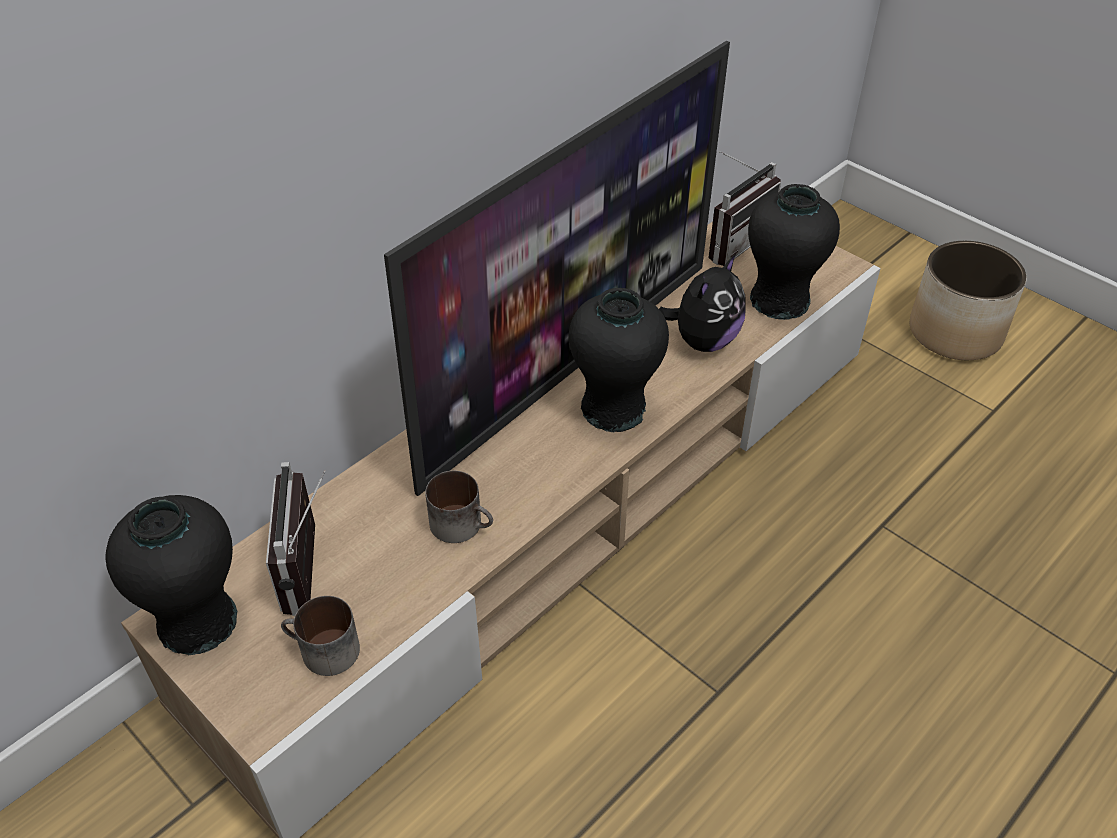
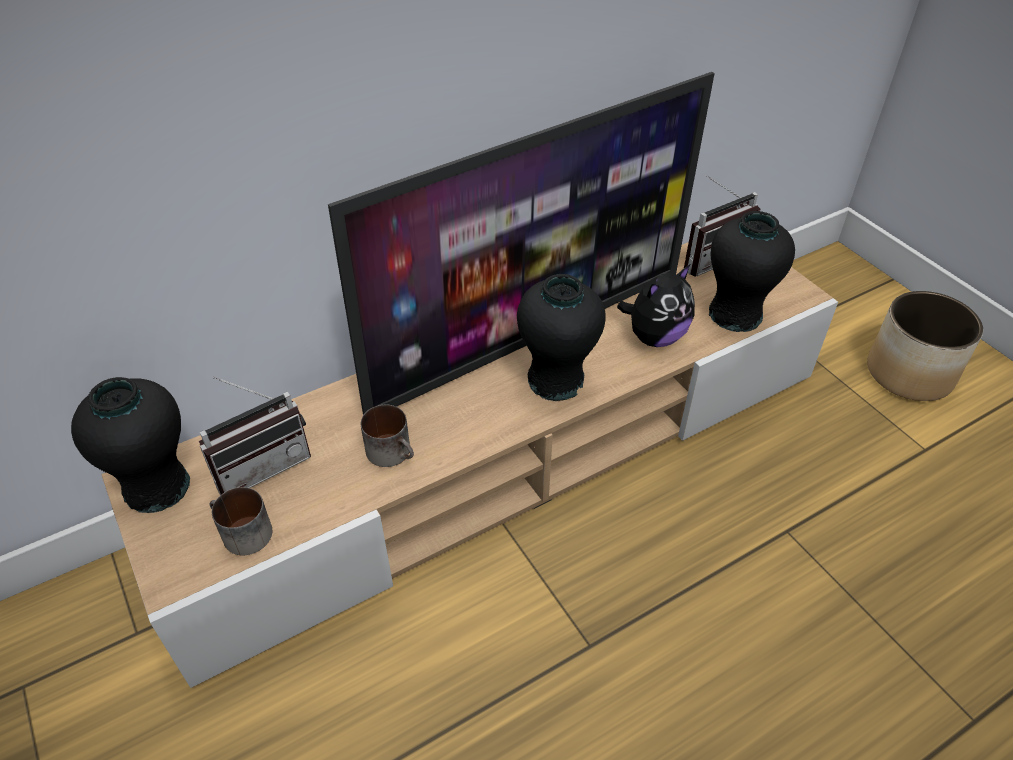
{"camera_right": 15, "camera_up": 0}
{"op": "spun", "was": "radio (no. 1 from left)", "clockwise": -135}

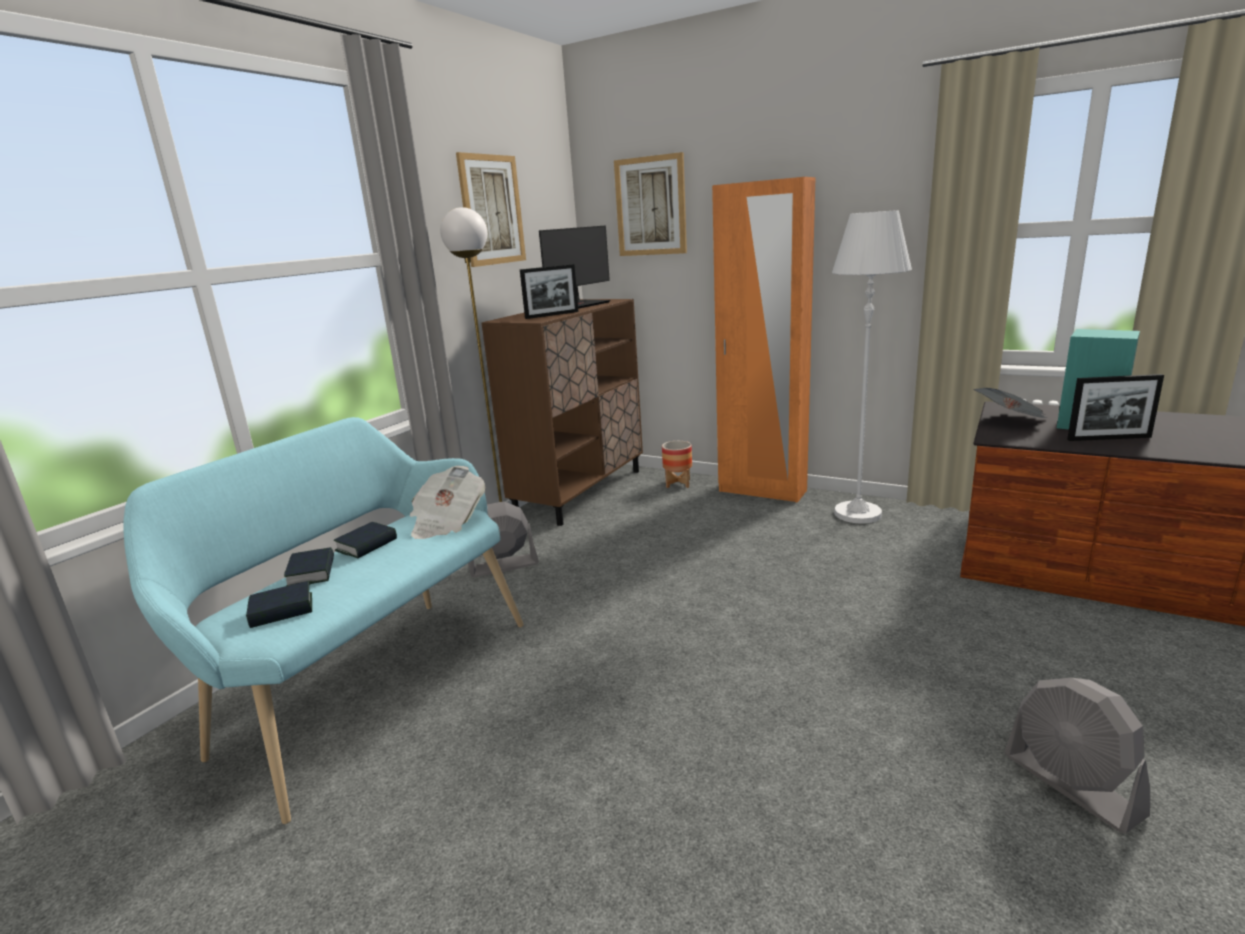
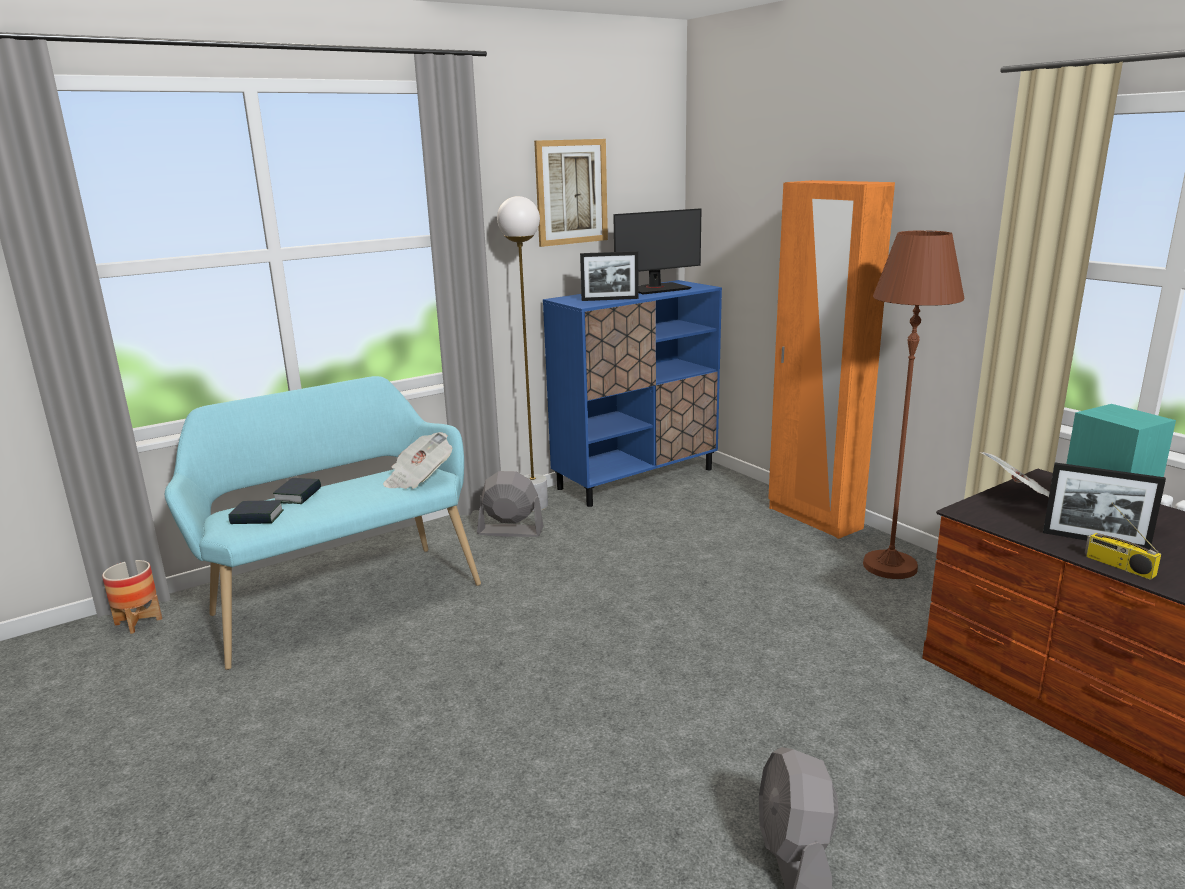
{"camera_right": 25, "camera_up": 0}
{"op": "missing", "was": "livre (no. 3 from left)"}
{"op": "missing", "was": "tableau (no. 2 from left)"}
{"op": "appeared", "now": "radio"}
{"op": "relocated", "was": "cache-pot"}
{"op": "colour", "was": "meuble de rangement [marron]", "now": "meuble de rangement [bleu]"}
{"op": "colour", "was": "lampadaire [blanc] (no. 2 from left)", "now": "lampadaire [marron]"}

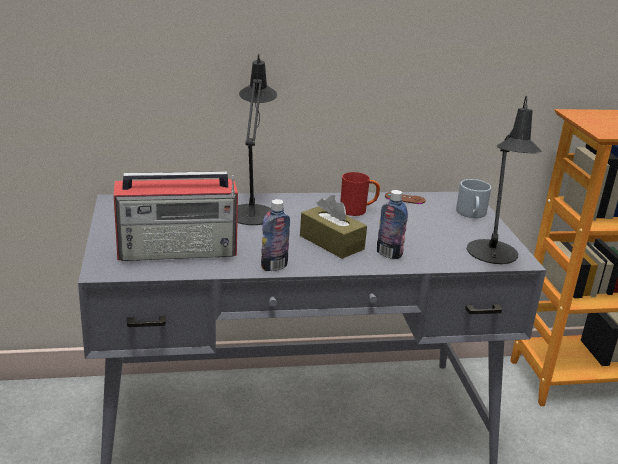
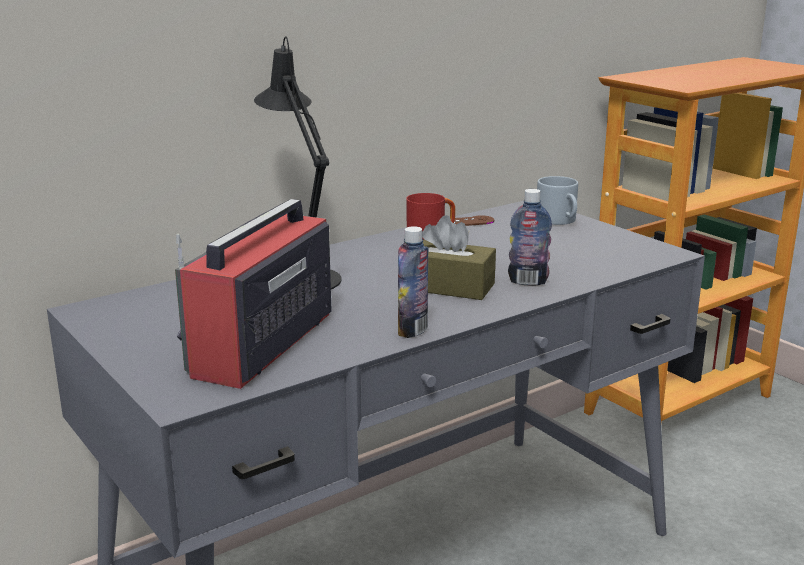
{"camera_right": -25, "camera_up": -5}
{"op": "missing", "was": "lampe de table [noir] (no. 2 from left)"}
{"op": "spun", "was": "radio", "clockwise": 150}

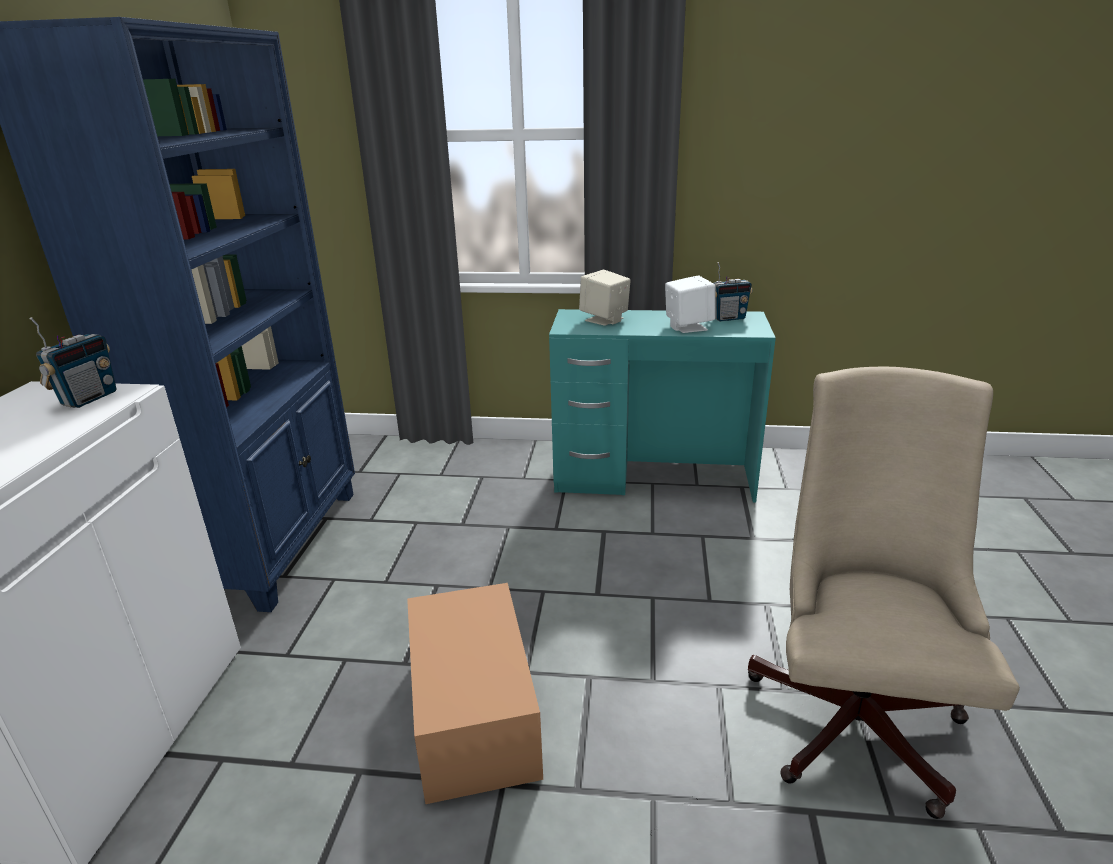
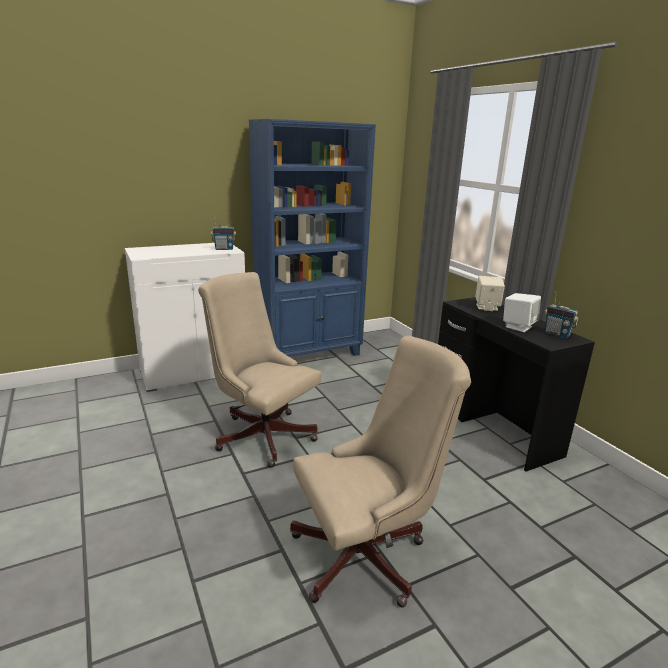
{"camera_right": 55, "camera_up": -5}
{"op": "exchanged", "was": "carton", "now": "chaise de bureau [beige] (no. 1 from left)"}
{"op": "colour", "was": "bureau [turquoise]", "now": "bureau [noir]"}

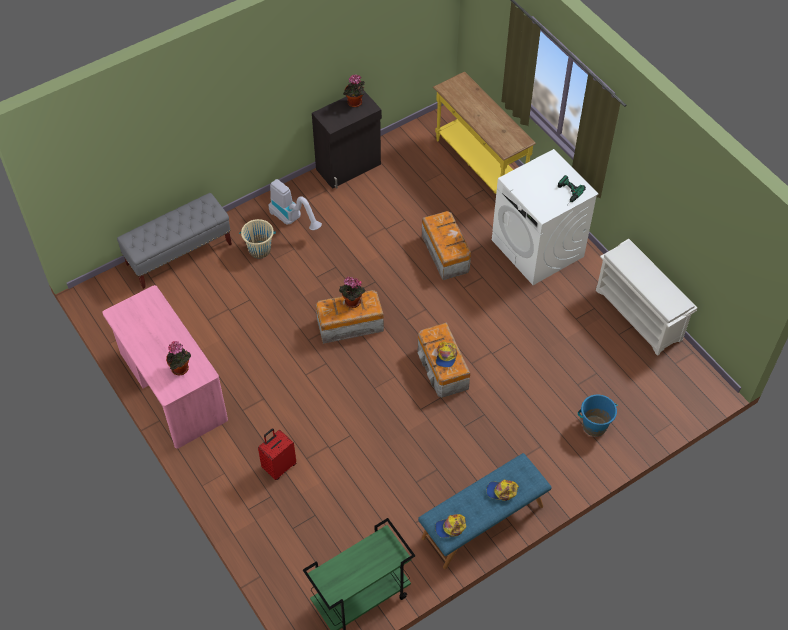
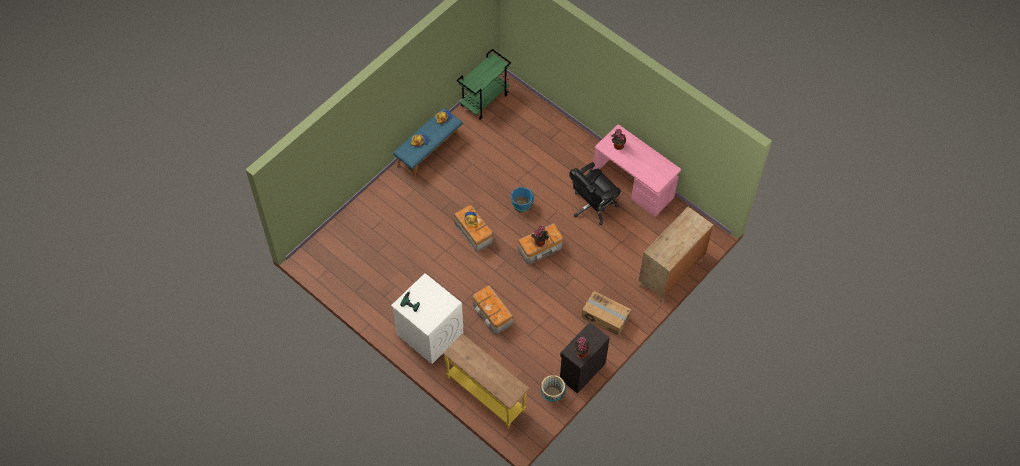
{"camera_right": 165, "camera_up": 5}
{"op": "missing", "was": "valise [rouge]"}
{"op": "missing", "was": "étagère à chaussures [blanc]"}
{"op": "appeared", "now": "chaise de bureau [noir]"}
{"op": "relocated", "was": "seau [beige]"}
{"op": "relocated", "was": "seau [bleu]"}
{"op": "exchanged", "was": "banc [gris]", "now": "commode [marron]"}
{"op": "exchanged", "was": "aspirateur", "now": "carton"}

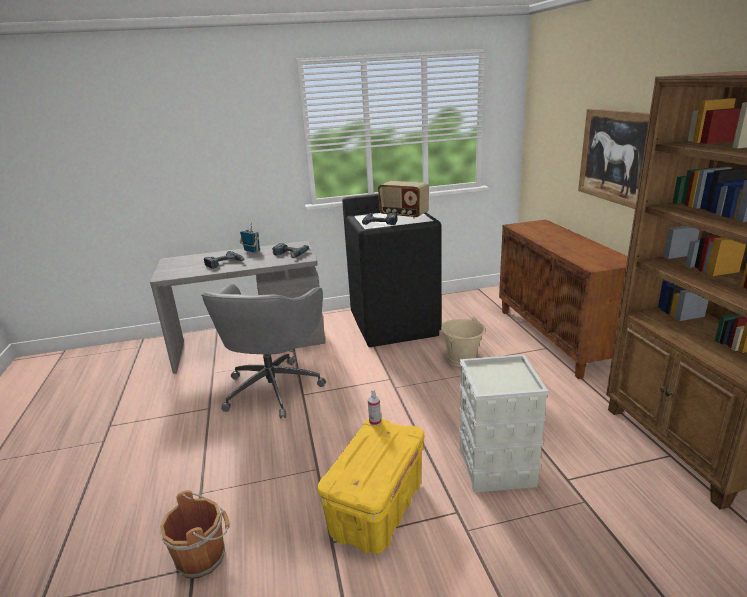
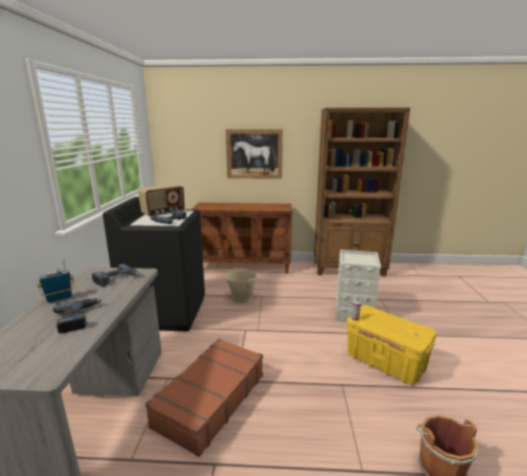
{"camera_right": -75, "camera_up": -5}
{"op": "exchanged", "was": "chaise de bureau [gris]", "now": "valise [marron]"}

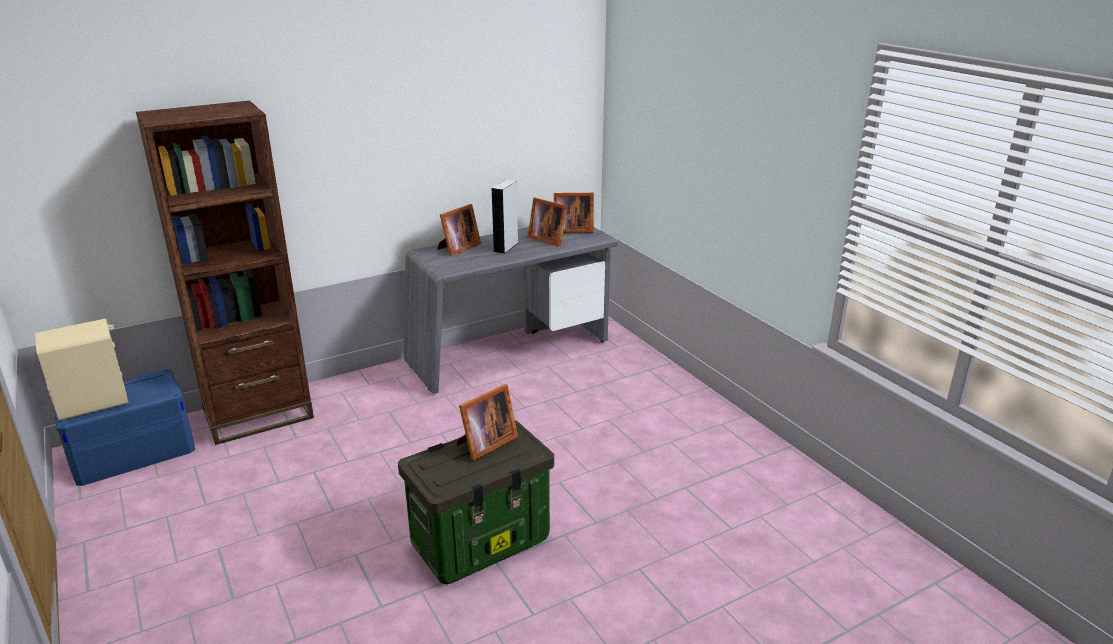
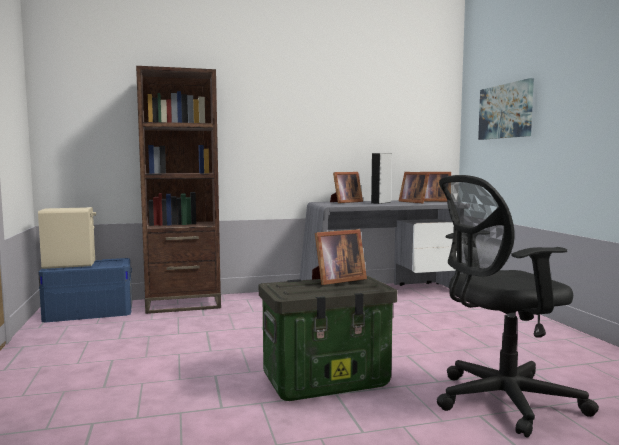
{"camera_right": 15, "camera_up": -20}
{"op": "appeared", "now": "chaise de bureau [noir]"}
{"op": "appeared", "now": "tableau"}

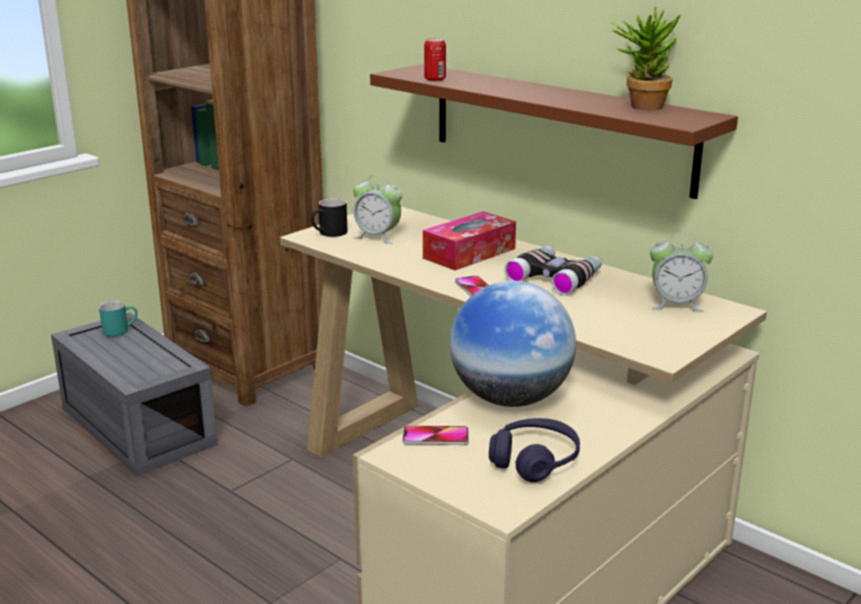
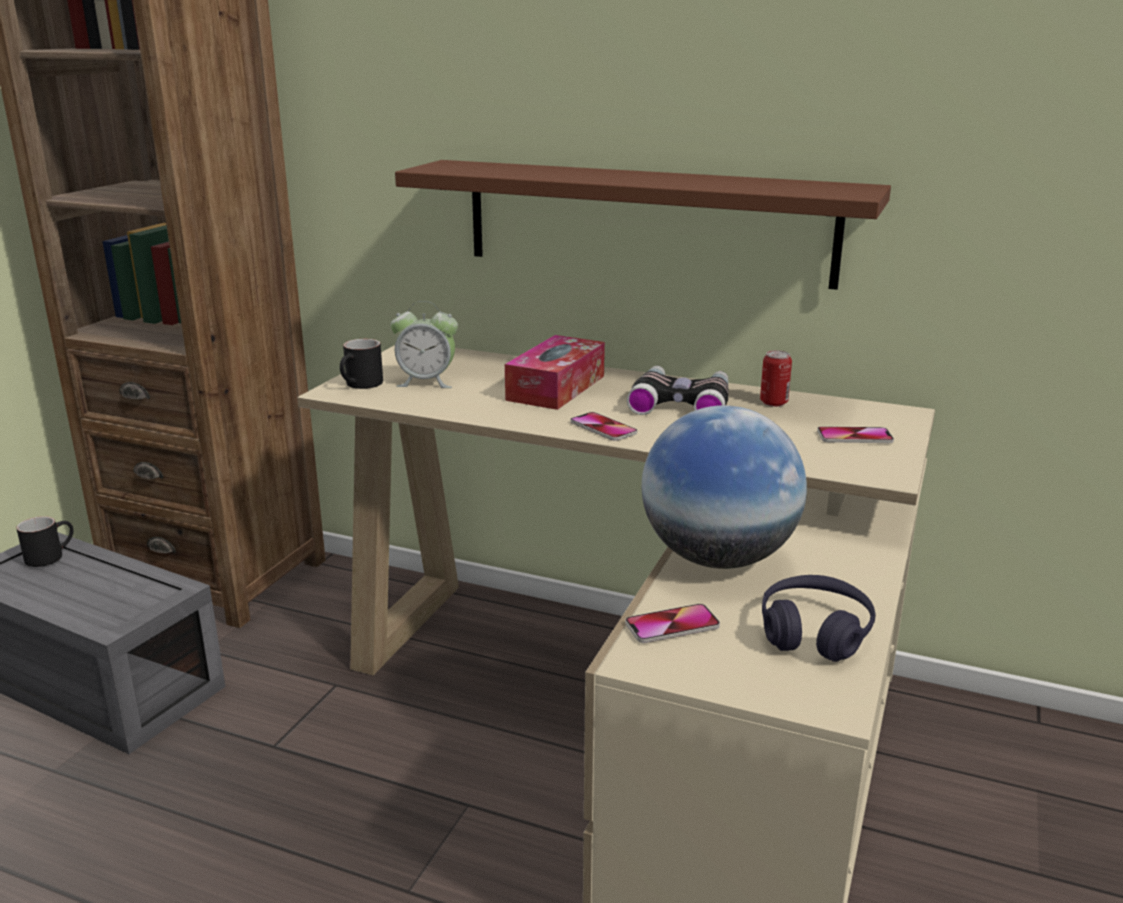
{"camera_right": -20, "camera_up": 0}
{"op": "missing", "was": "plante en pot"}
{"op": "missing", "was": "réveil (no. 2 from left)"}
{"op": "appeared", "now": "téléphone (no. 3 from left)"}
{"op": "relocated", "was": "boîte métallique"}
{"op": "colour", "was": "mug [turquoise]", "now": "mug [noir] (no. 1 from left)"}

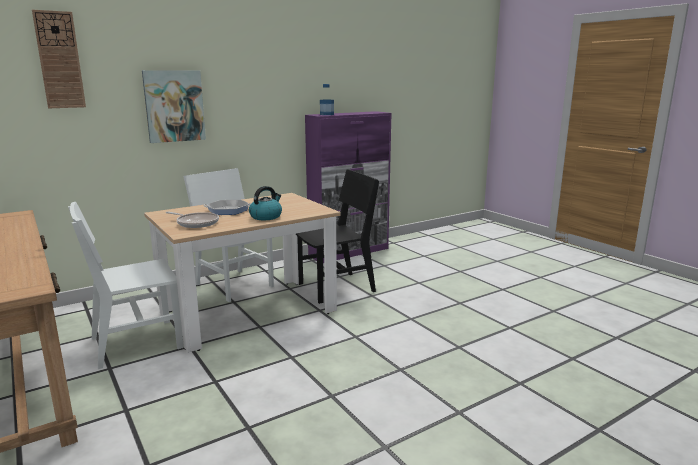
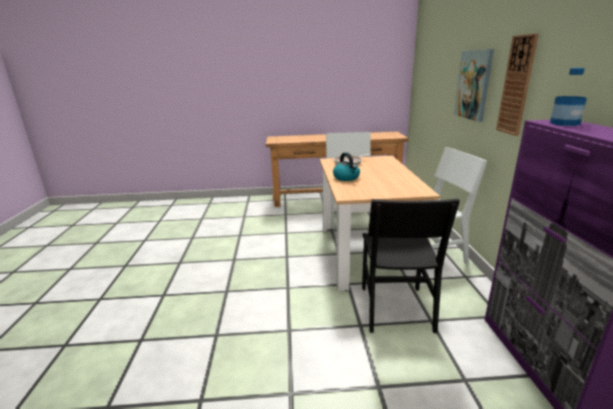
{"camera_right": 120, "camera_up": 5}
{"op": "missing", "was": "poêle (no. 2 from left)"}
{"op": "relocated", "was": "horloge murale"}

